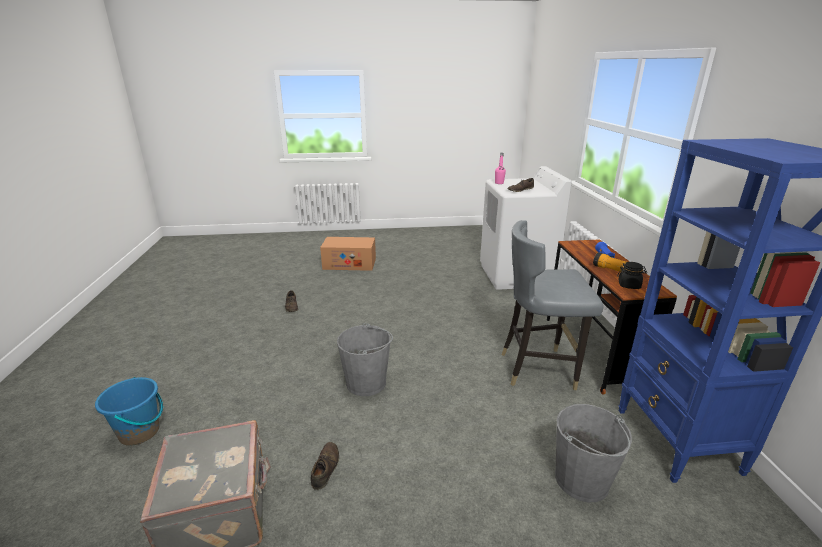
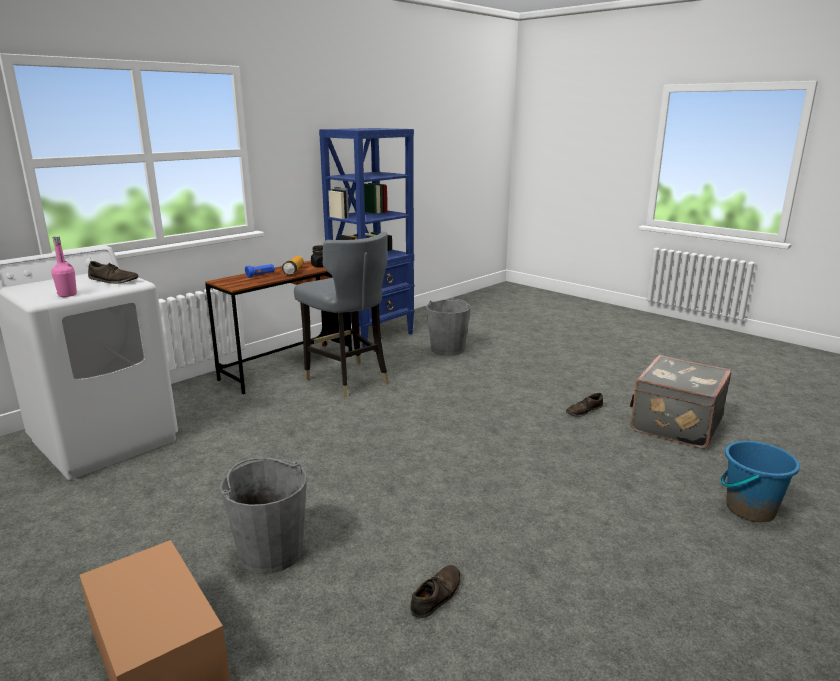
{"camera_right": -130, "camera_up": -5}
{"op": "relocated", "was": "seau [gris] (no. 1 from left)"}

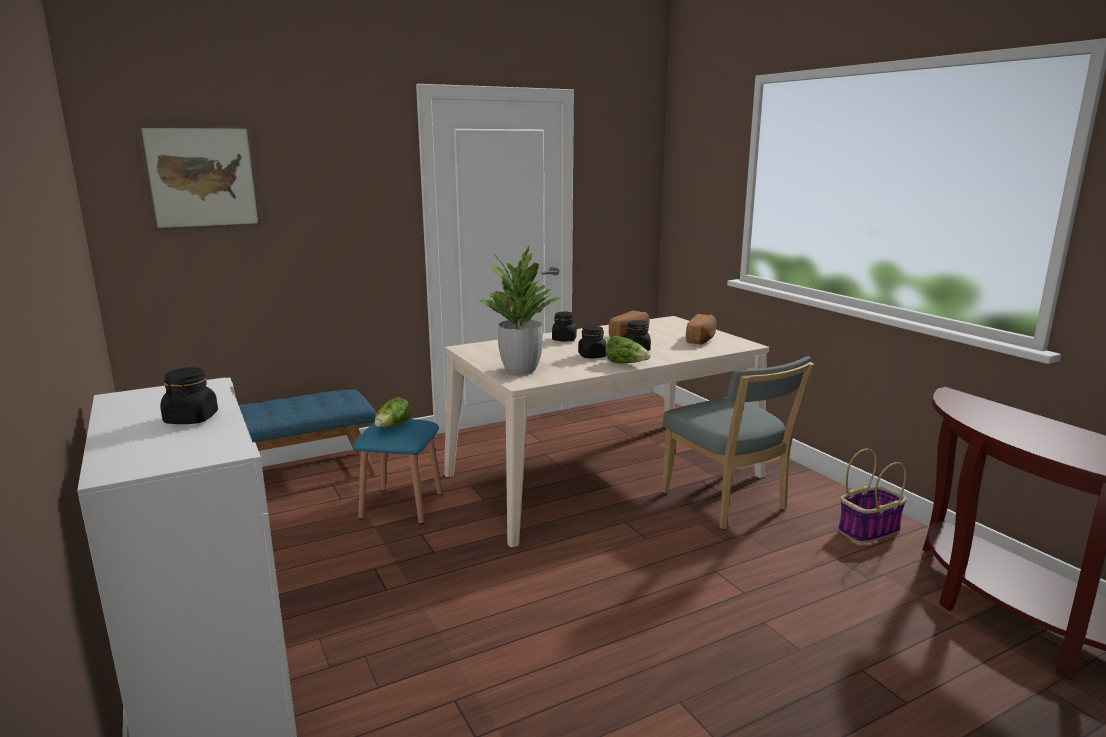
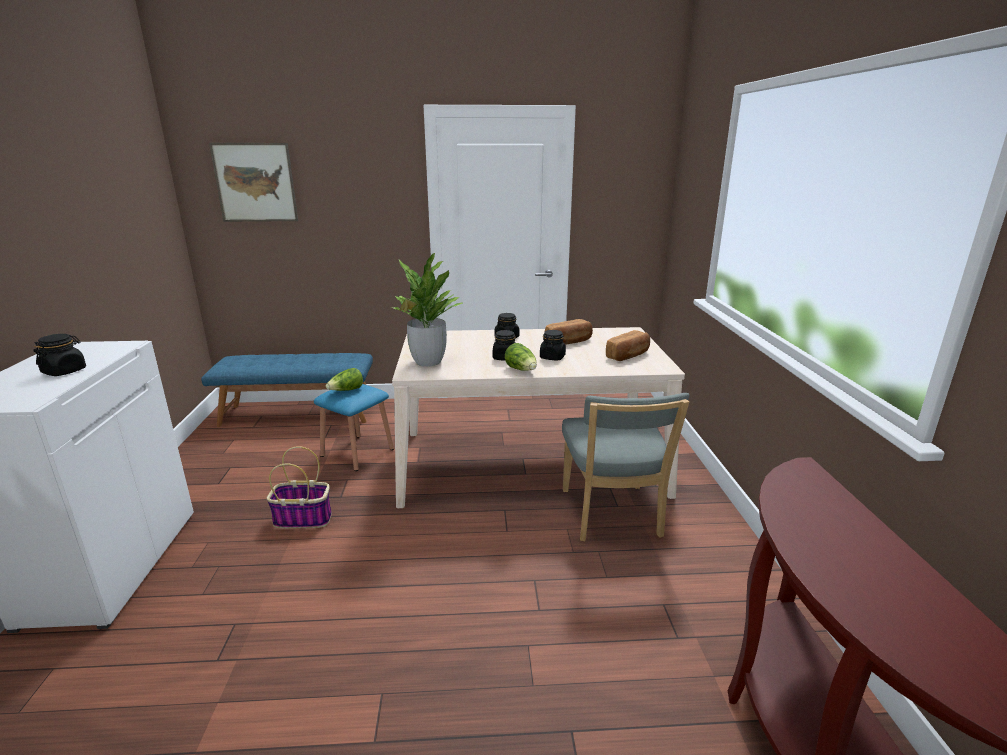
{"camera_right": 25, "camera_up": 5}
{"op": "relocated", "was": "panier"}

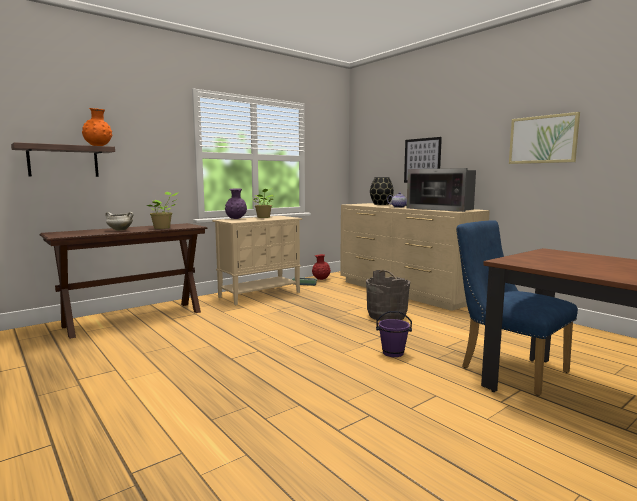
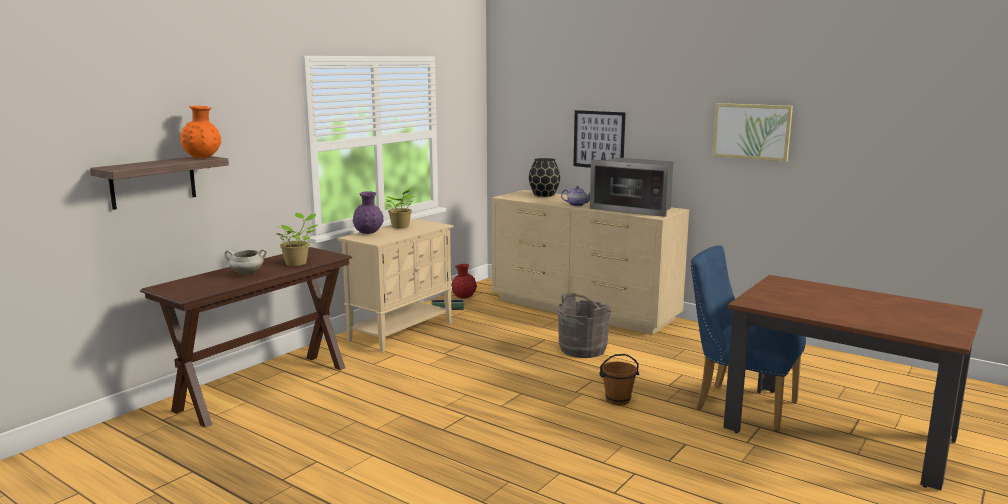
{"camera_right": -15, "camera_up": 5}
{"op": "colour", "was": "seau [violet]", "now": "seau [marron]"}

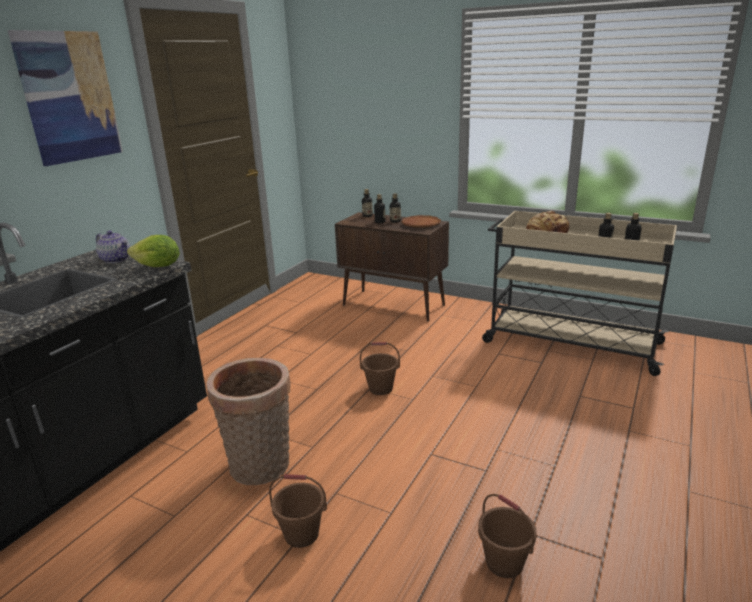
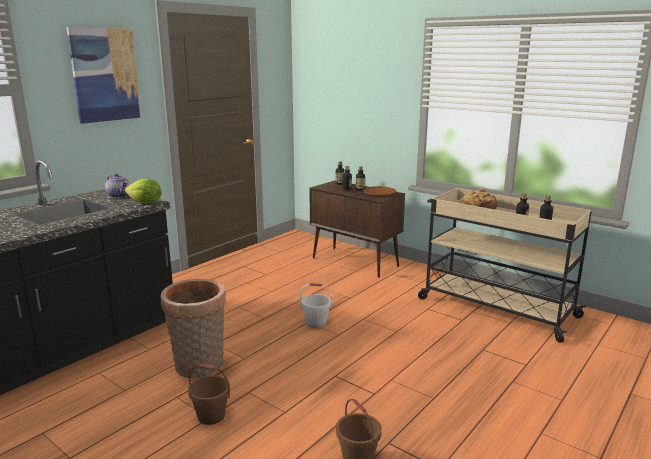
{"camera_right": 10, "camera_up": -5}
{"op": "colour", "was": "seau [marron] (no. 2 from left)", "now": "seau [blanc]"}

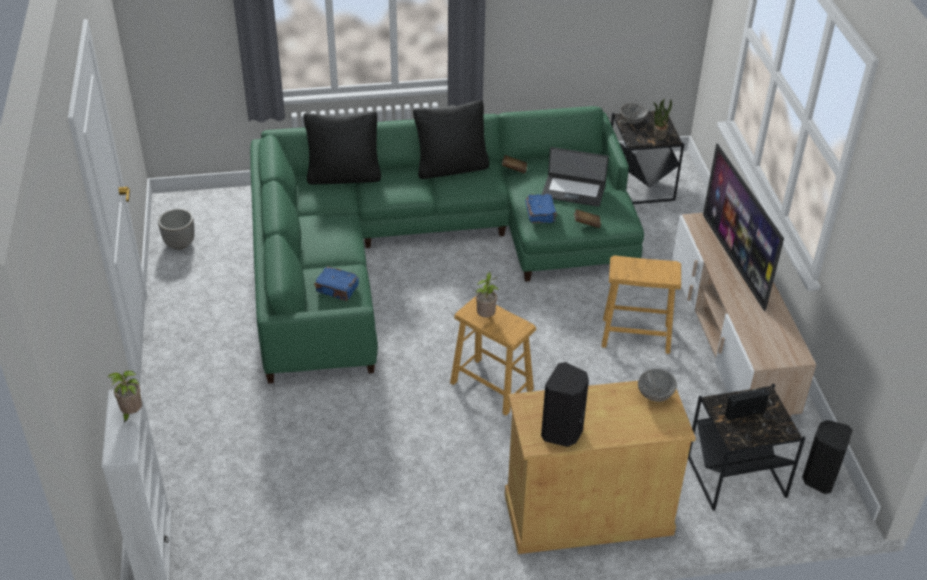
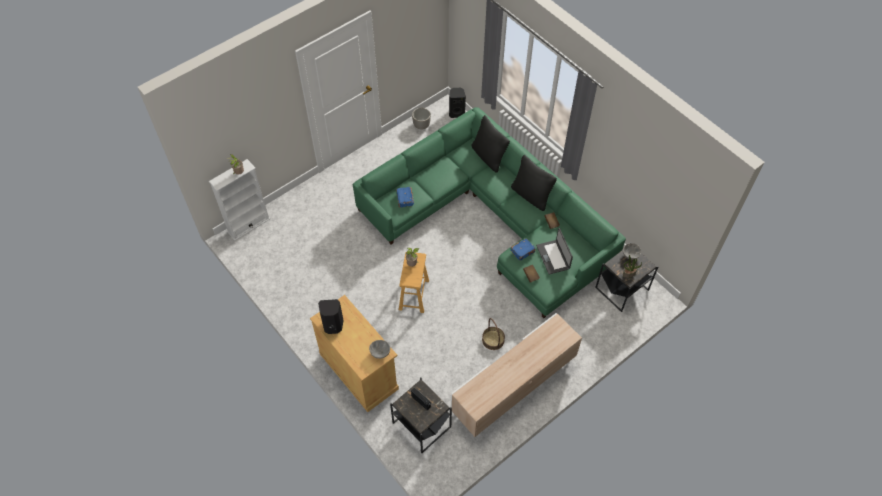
{"camera_right": 60, "camera_up": 15}
{"op": "missing", "was": "téléviseur"}
{"op": "relocated", "was": "enceinte [noir] (no. 2 from left)"}
{"op": "exchanged", "was": "tabouret [marron] (no. 2 from left)", "now": "panier"}

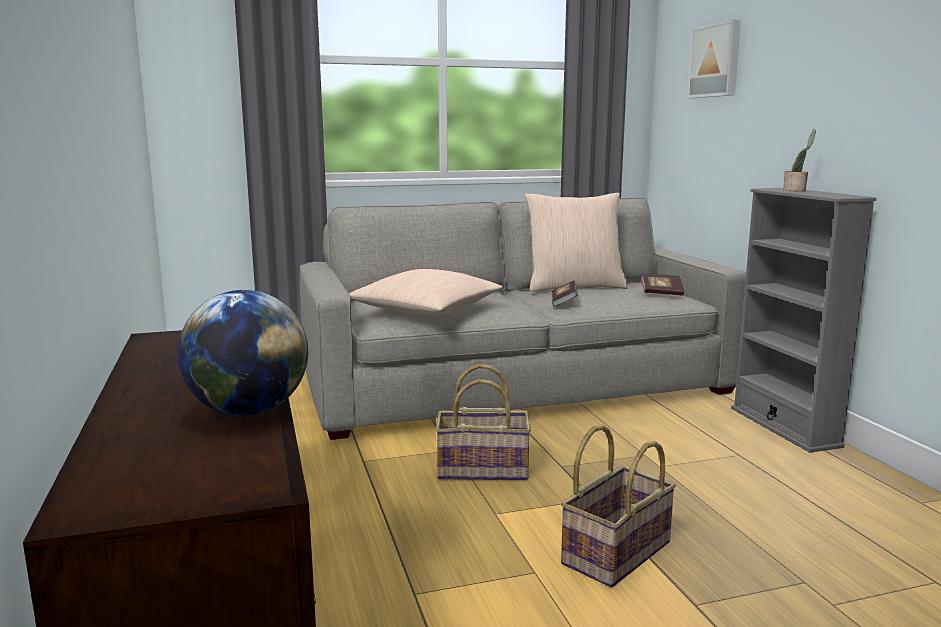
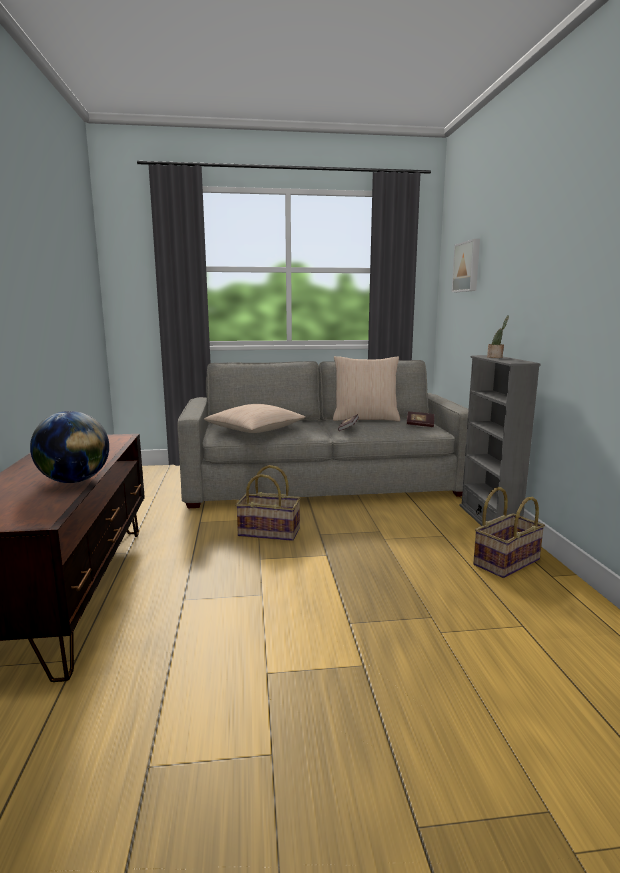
{"camera_right": 10, "camera_up": 0}
{"op": "relocated", "was": "panier (no. 2 from left)"}

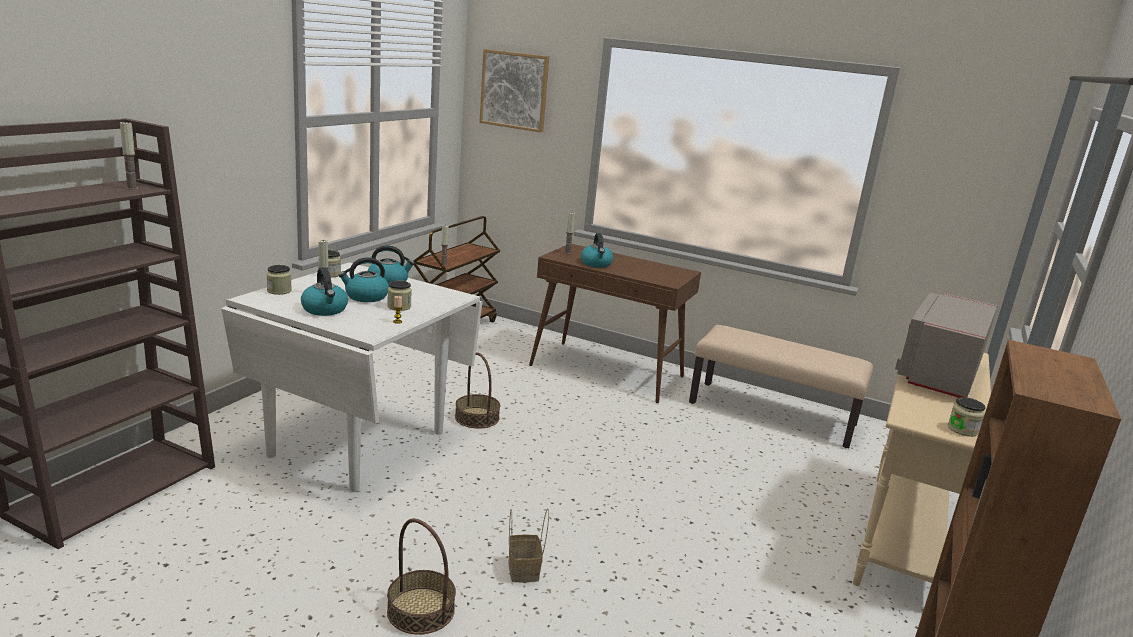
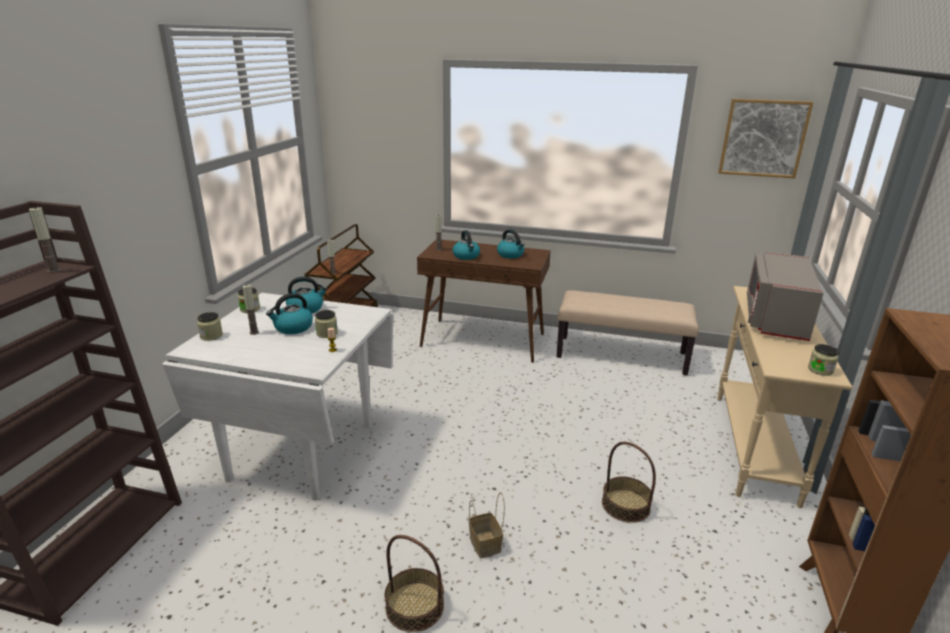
{"camera_right": -10, "camera_up": 5}
{"op": "relocated", "was": "bouilloire (no. 1 from left in the first image)", "now": "bouilloire (no. 4 from left)"}
{"op": "relocated", "was": "panier (no. 2 from left in the first image)", "now": "panier (no. 3 from left)"}
{"op": "relocated", "was": "tableau"}

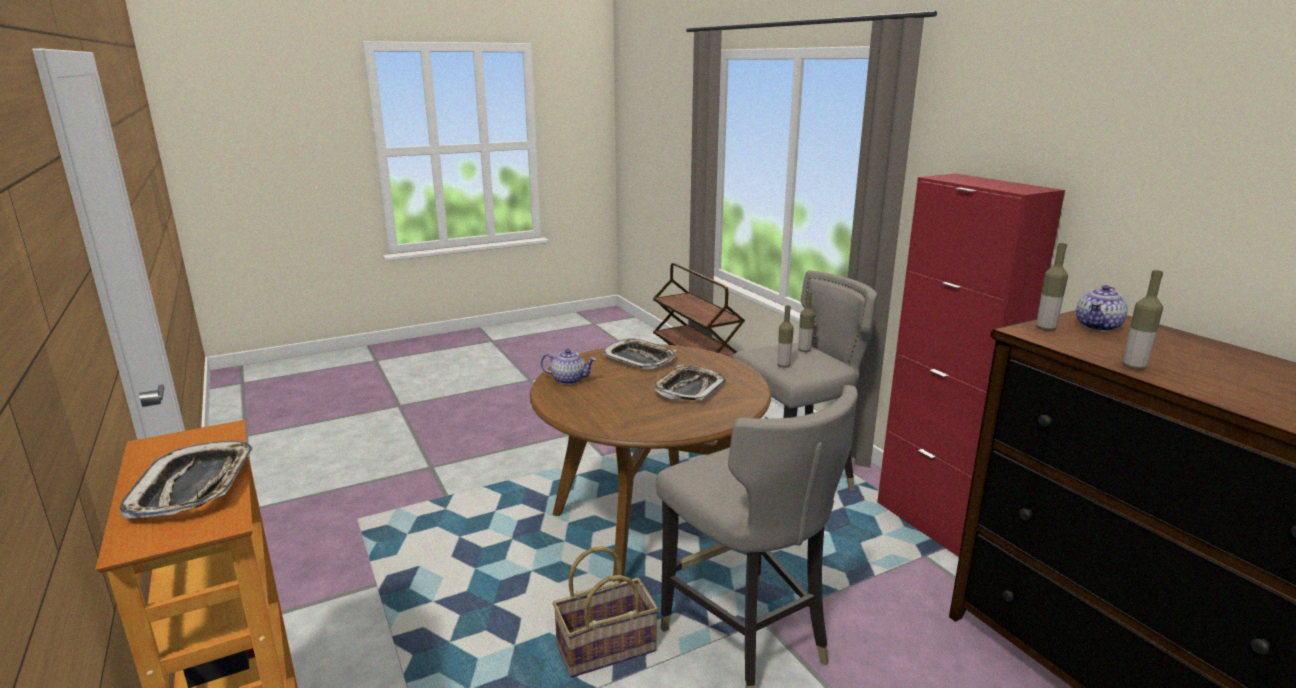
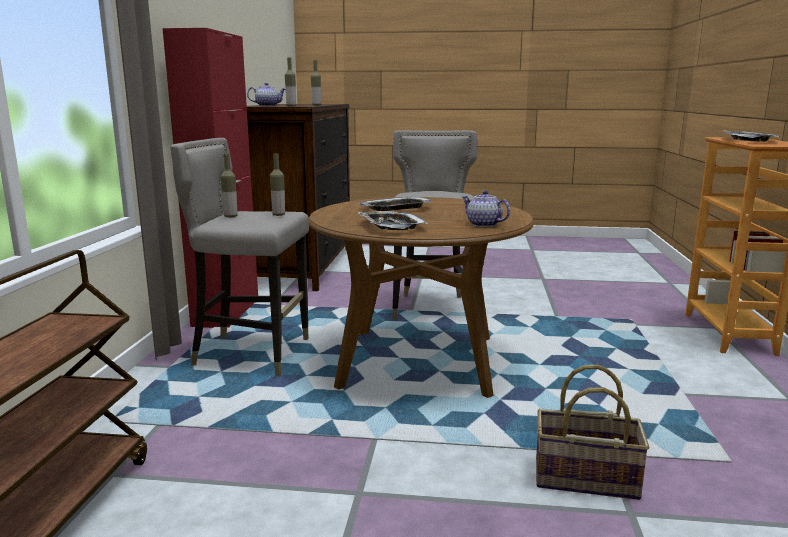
{"camera_right": -145, "camera_up": -5}
{"op": "relocated", "was": "panier"}

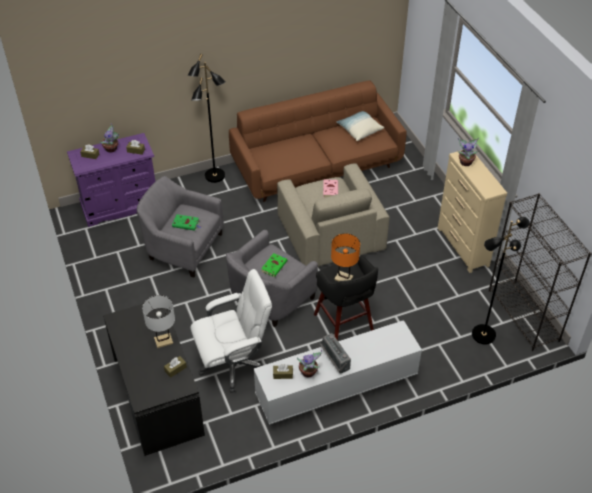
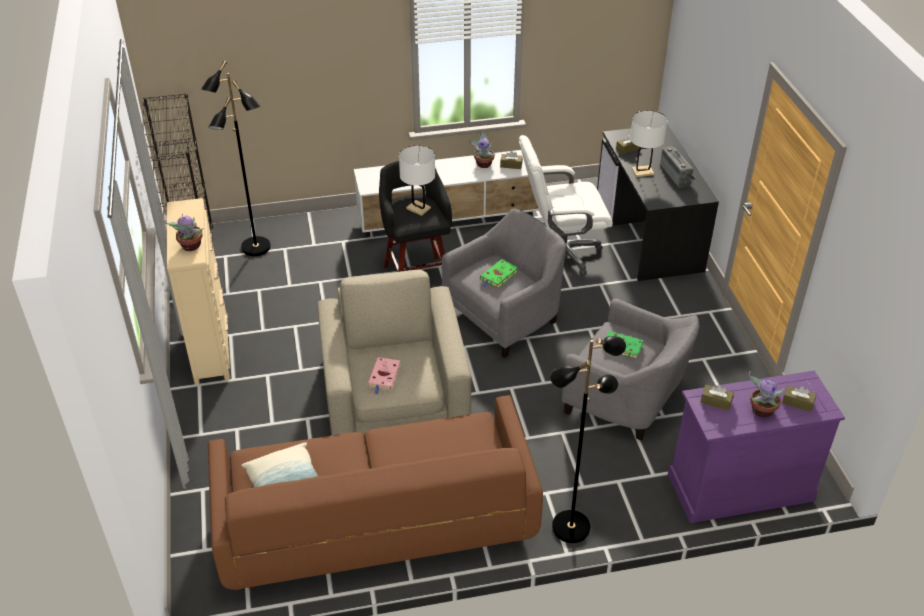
{"camera_right": -170, "camera_up": -5}
{"op": "relocated", "was": "radio"}
{"op": "colour", "was": "lampe de table [orange]", "now": "lampe de table [blanc] (no. 1 from left)"}

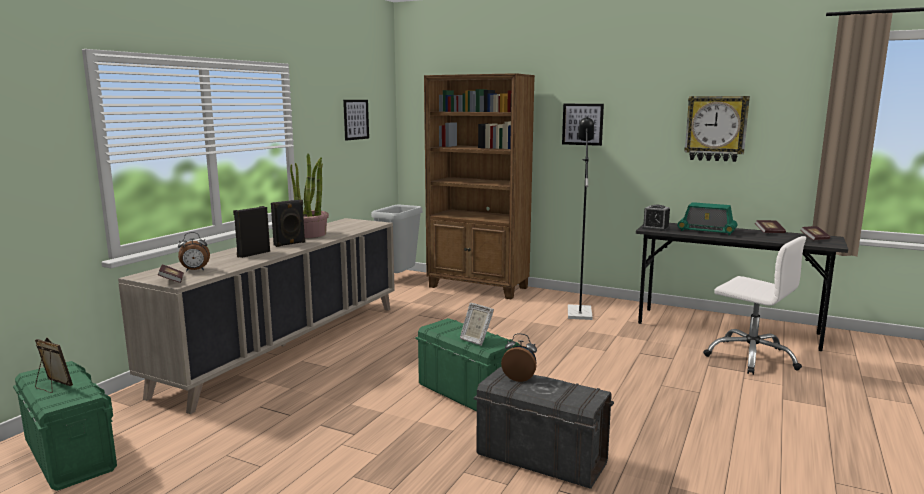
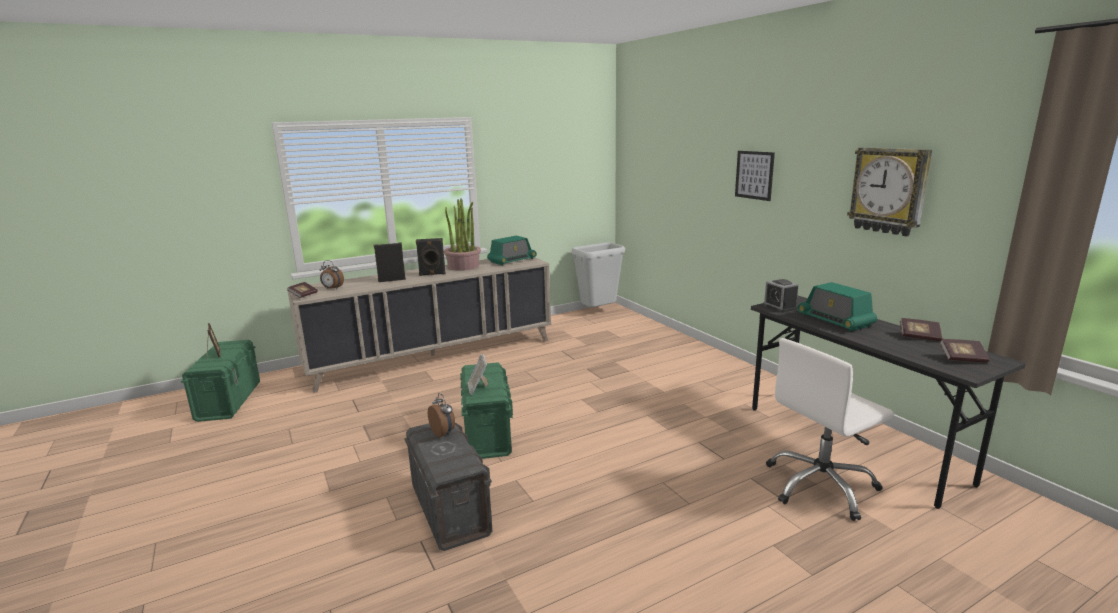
{"camera_right": 35, "camera_up": 5}
{"op": "missing", "was": "tableau (no. 1 from left)"}
{"op": "missing", "was": "bibliothèque [marron]"}
{"op": "missing", "was": "lampadaire [noir]"}
{"op": "appeared", "now": "radio (no. 1 from left)"}
{"op": "spun", "was": "chaise de bureau [blanc]", "clockwise": 75}

